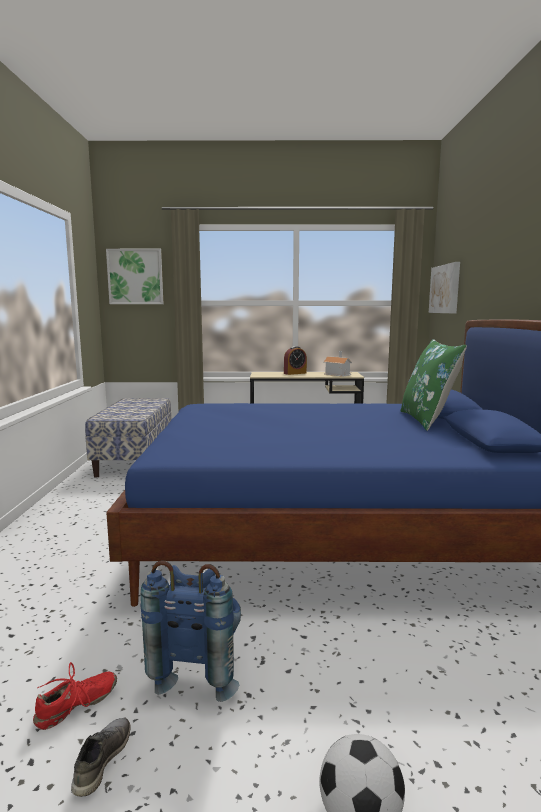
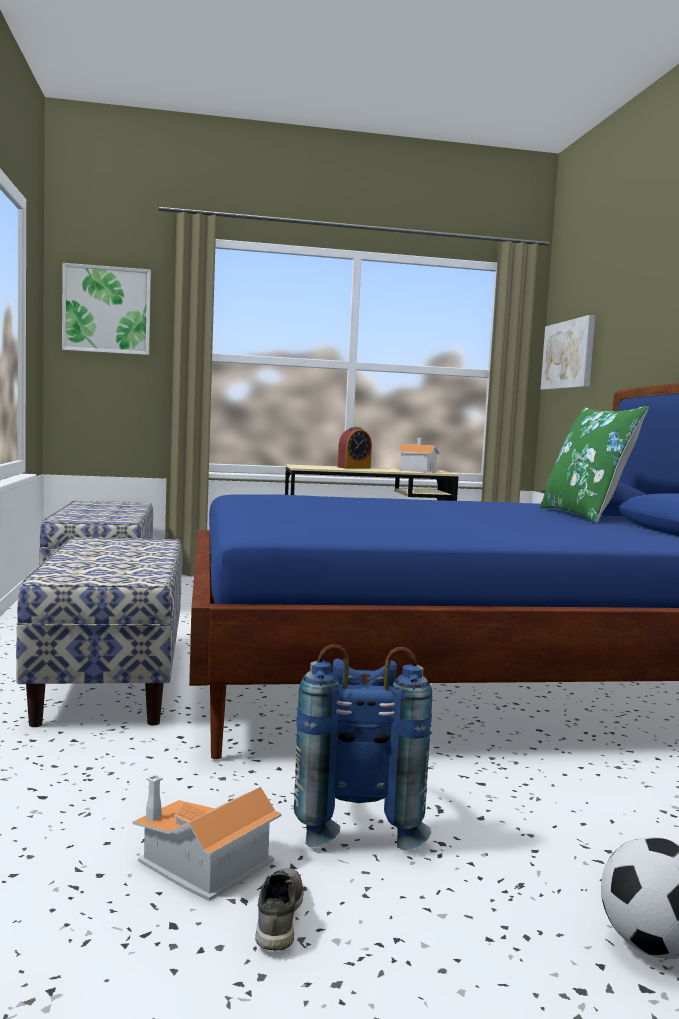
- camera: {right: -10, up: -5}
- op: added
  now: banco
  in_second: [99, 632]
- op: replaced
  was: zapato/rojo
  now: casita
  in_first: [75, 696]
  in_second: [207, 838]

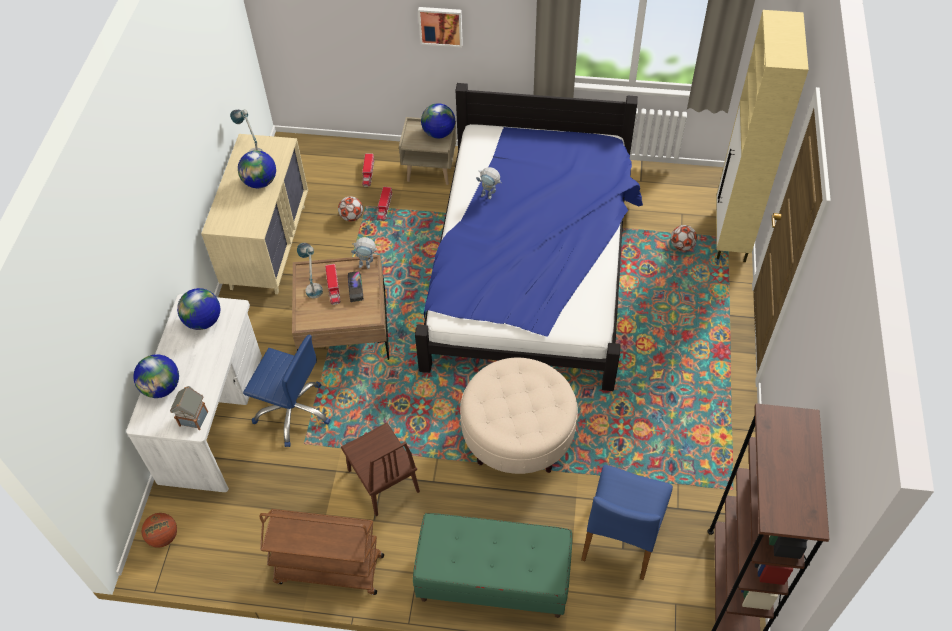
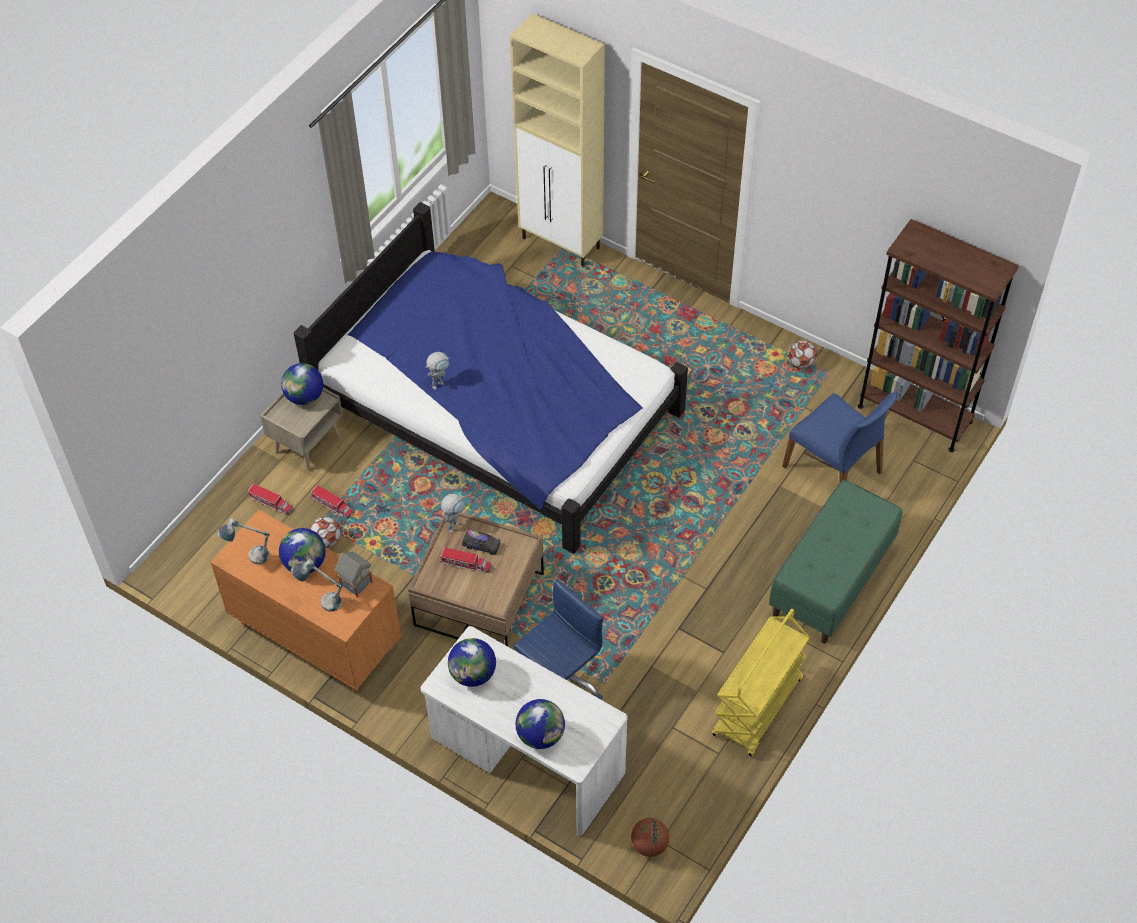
- camera: {right: -65, up: 0}
- op: removed
  was: silla/marrón
  in_first: [380, 469]
- op: removed
  was: cuadro
  in_first: [440, 27]
- op: removed
  was: puf/beis
  in_first: [519, 416]
- op: moved
  was: casita
  in_first: [189, 408]
  in_second: [354, 575]
- op: moved
  was: lámpara de mesa
  in_first: [310, 270]
  in_second: [316, 585]
- op: moved
  was: balón de fútbol
  in_first: [684, 238]
  in_second: [802, 354]
- op: recoloured
  was: cómoda/beis
  now: cómoda/naranja
  in_first: [254, 214]
  in_second: [306, 601]
- op: recoloured
  was: carrito/marrón
  now: carrito/amarillo
  in_first: [321, 552]
  in_second: [761, 683]

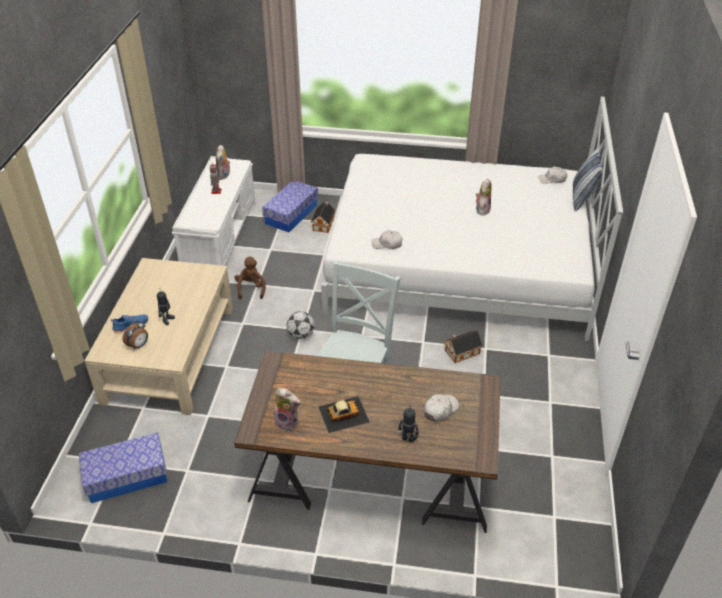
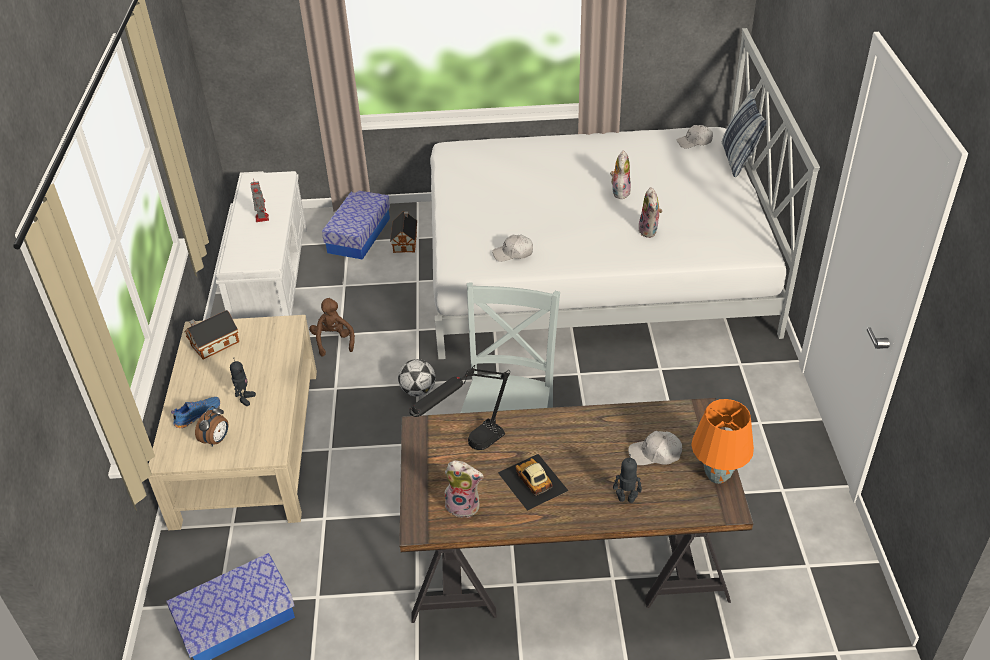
- camera: {right: -10, up: 0}
- op: added
  now: lámpara de mesa/negro
  in_second: [459, 407]
- op: added
  now: lámpara de mesa/naranja
  in_second: [722, 441]
- op: moved
  was: peluche
  in_first: [223, 162]
  in_second: [650, 212]
- op: moved
  was: casita
  in_first: [463, 346]
  in_second: [212, 334]
- op: turned
  was: coche de juguete
  in_first: [343, 415]
  in_second: [533, 482]
  clockwise: -90
- op: turned
  was: gorra/blanco
  in_first: [441, 408]
  in_second: [655, 448]
  clockwise: -120

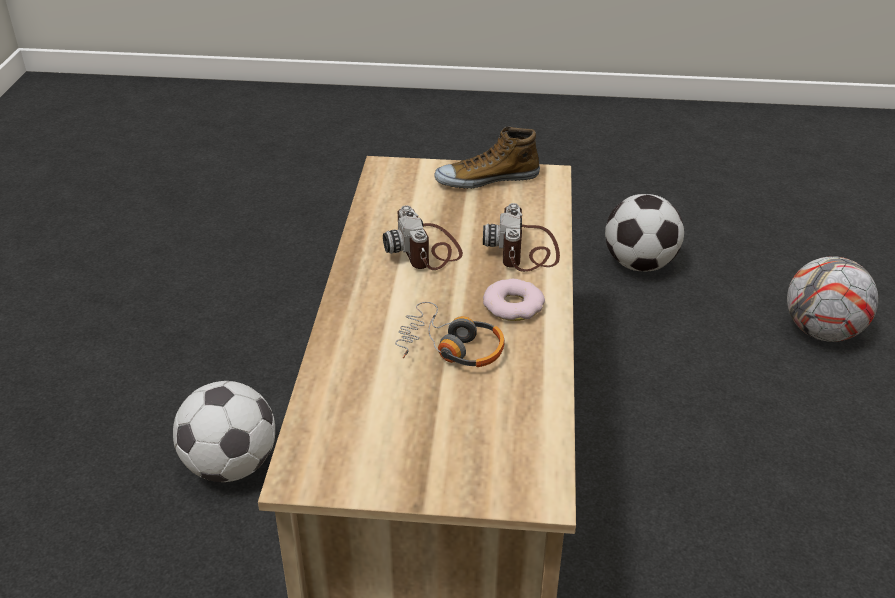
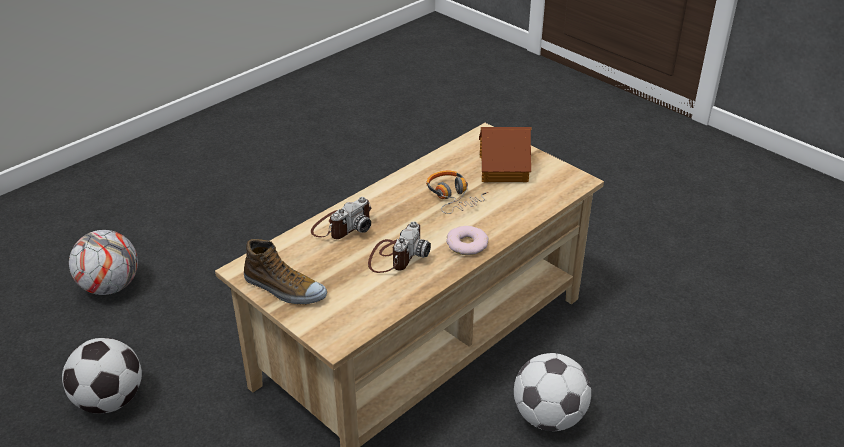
- camera: {right: -140, up: 0}
- op: added
  now: casita
  in_second: [505, 154]
- op: moved
  was: rosquilla
  in_first: [514, 300]
  in_second: [467, 240]

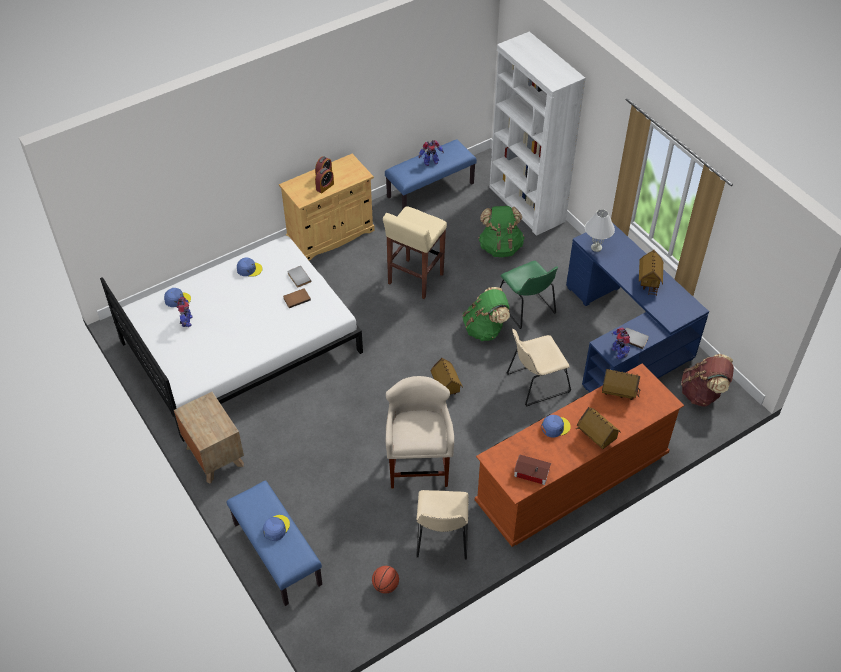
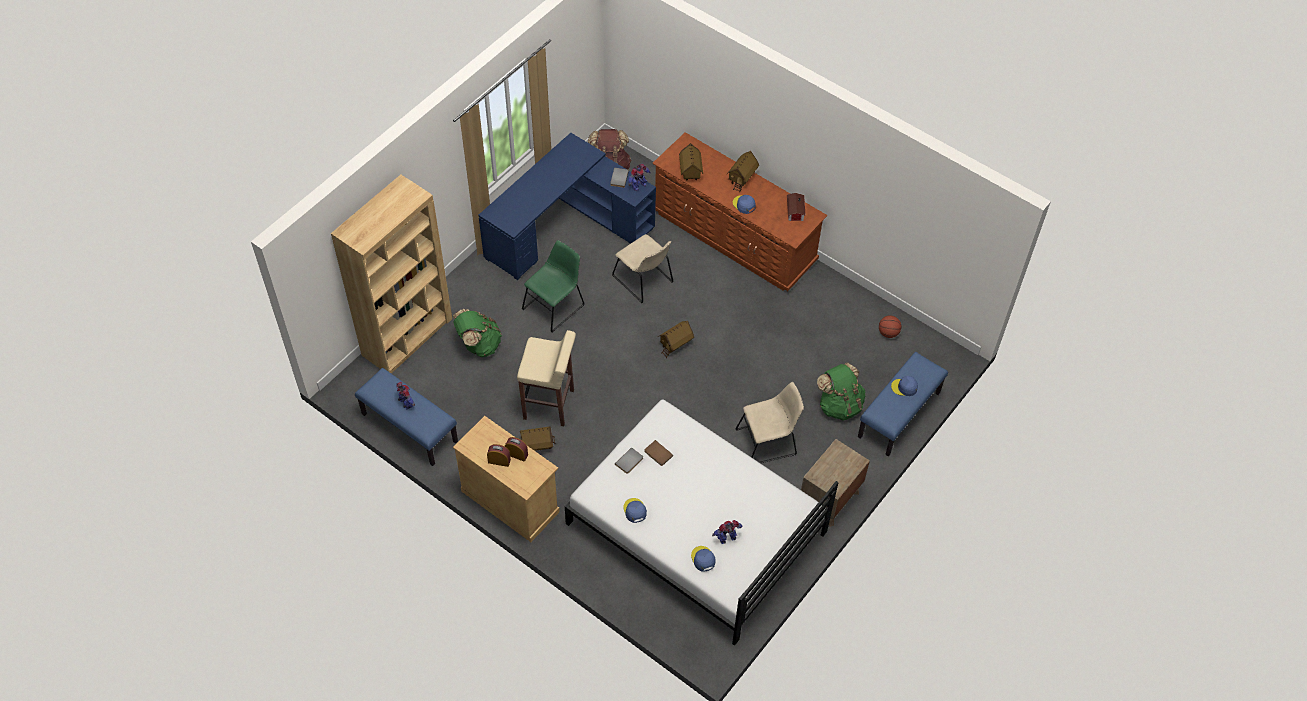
- camera: {right: -110, up: 5}
- op: removed
  was: taburete/beis
  in_first: [420, 432]
- op: removed
  was: lámpara de mesa/blanco
  in_first: [600, 230]
- op: moved
  was: silla/beis
  in_first: [442, 525]
  in_second: [769, 422]
- op: moved
  was: mochila/verde
  in_first: [486, 314]
  in_second: [841, 391]
- op: moved
  was: casita
  in_first: [651, 273]
  in_second: [538, 439]
- op: recoloured
  was: estantería/blanco
  now: estantería/marrón
  in_first: [537, 134]
  in_second: [391, 274]

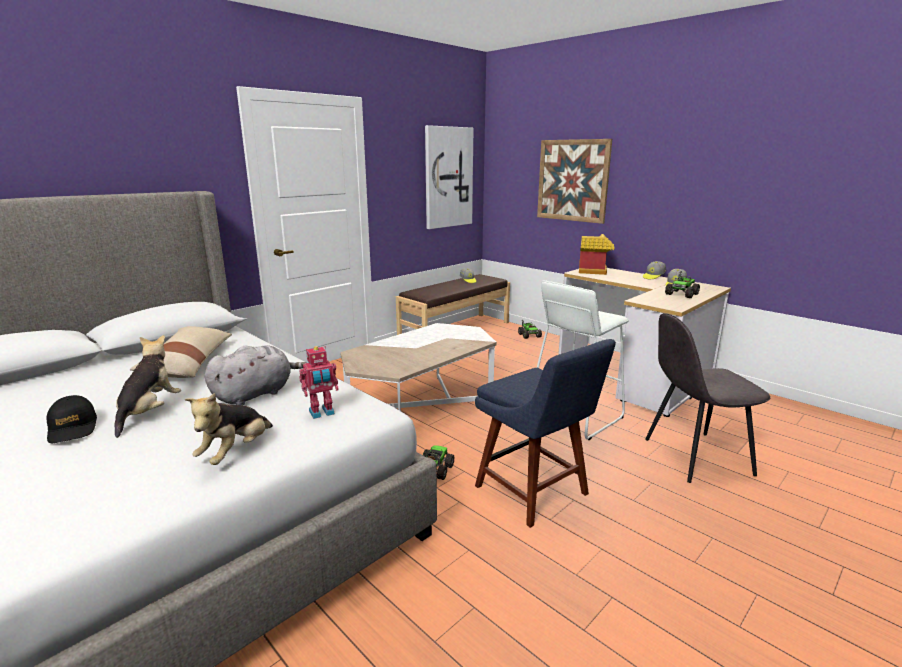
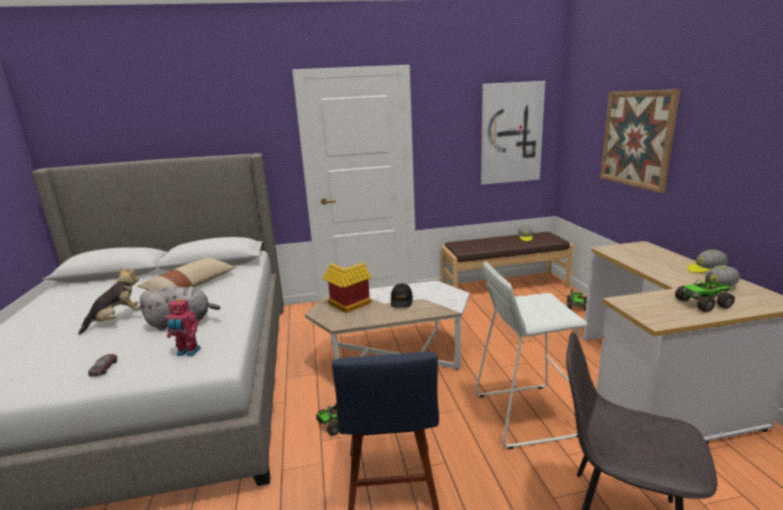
- camera: {right: 35, up: 0}
- op: moved
  was: gorra/negro
  in_first: [71, 419]
  in_second: [402, 295]
- op: moved
  was: casita
  in_first: [597, 254]
  in_second: [347, 287]
- op: replaced
  was: peluche
  now: coche de juguete
  in_first: [229, 429]
  in_second: [102, 365]

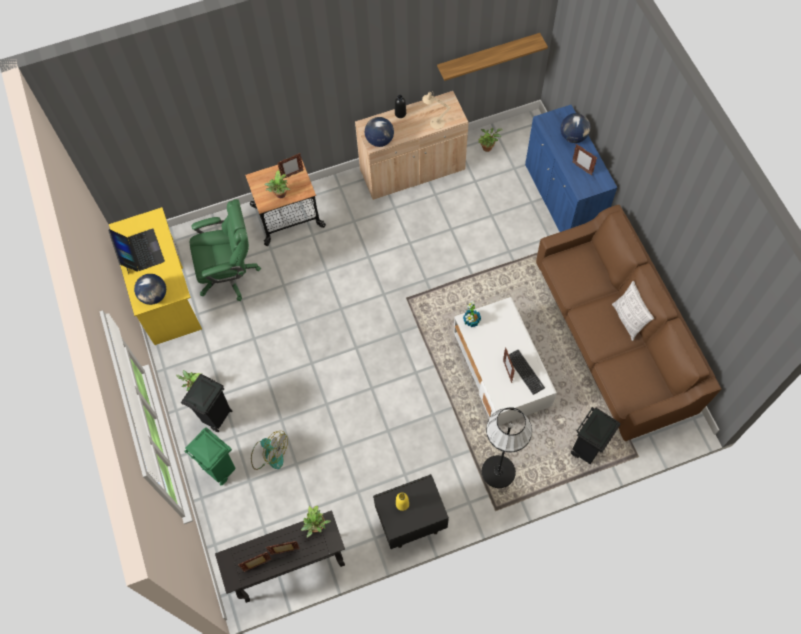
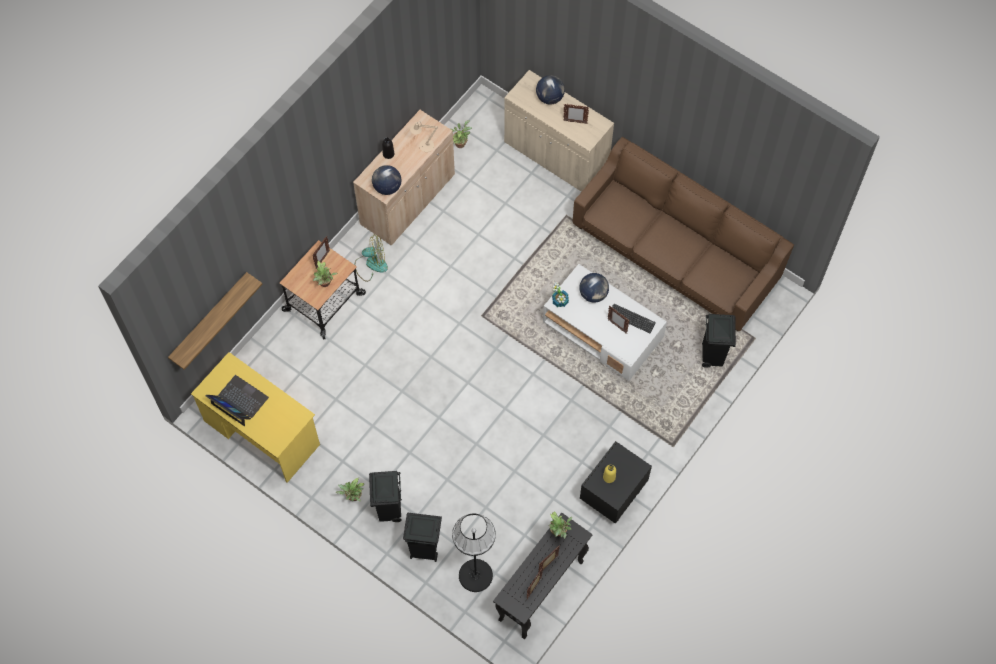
- camera: {right: -35, up: 0}
- op: removed
  was: silla de oficina/verde
  in_first: [225, 250]
- op: removed
  was: cojín
  in_first: [633, 311]
- op: moved
  was: globo terráqueo
  in_first: [150, 289]
  in_second: [594, 288]
- op: moved
  was: ventilador
  in_first: [269, 450]
  in_second: [371, 258]
- op: moved
  was: estante
  in_first: [492, 57]
  in_second: [215, 321]
- op: moved
  was: lámpara de pie/negro
  in_first: [507, 447]
  in_second: [474, 552]
- op: recoloured
  was: papelera/verde
  now: papelera/negro
  in_first: [210, 456]
  in_second: [422, 537]
- op: recoloured
  was: armario/azul
  now: armario/beis
  in_first: [571, 168]
  in_second: [559, 131]

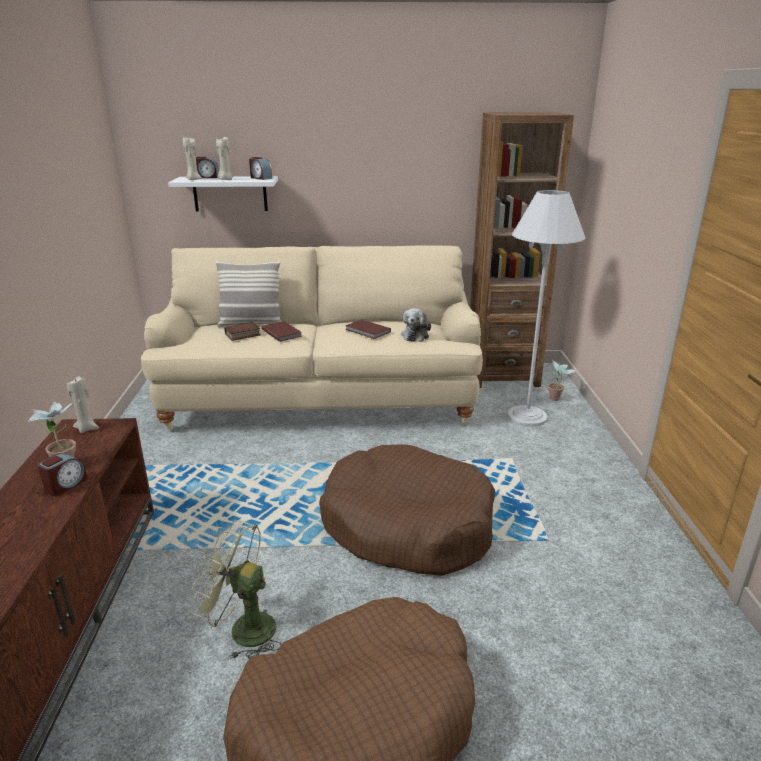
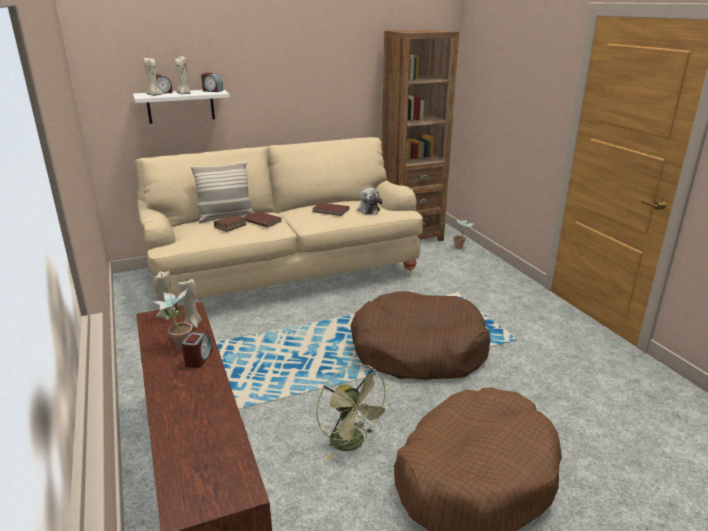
- camera: {right: -20, up: 0}
- op: removed
  was: lámpara de pie/blanco
  in_first: [546, 308]
- op: added
  now: vela/beis
  in_second: [190, 304]
- op: turned
  was: ventilador/verde
  in_first: [236, 589]
  in_second: [354, 412]
  clockwise: -120

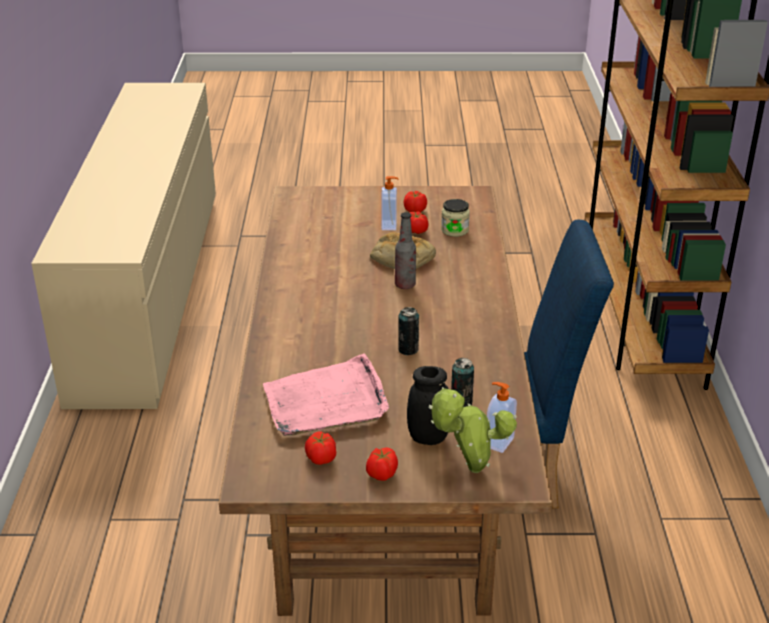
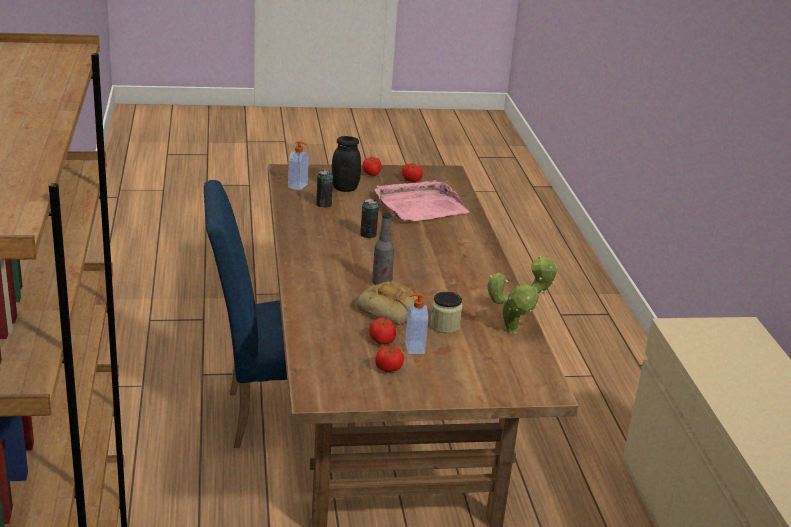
- camera: {right: 170, up: -5}
- op: moved
  was: planta en maceta
  in_first: [472, 430]
  in_second: [522, 294]
- op: moved
  was: tarro
  in_first: [455, 218]
  in_second: [446, 312]

